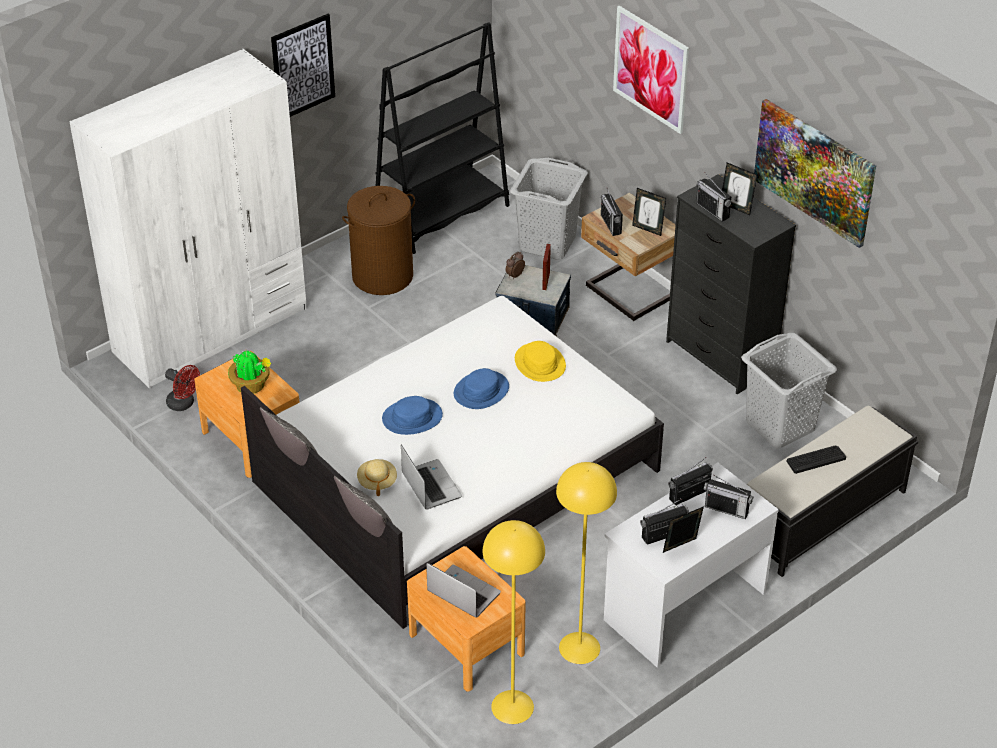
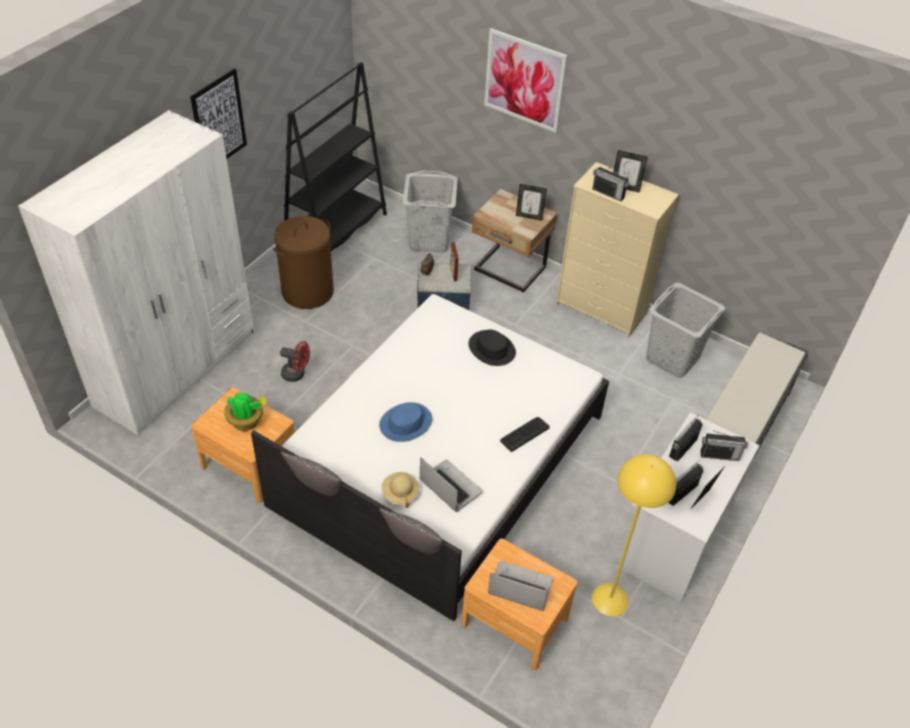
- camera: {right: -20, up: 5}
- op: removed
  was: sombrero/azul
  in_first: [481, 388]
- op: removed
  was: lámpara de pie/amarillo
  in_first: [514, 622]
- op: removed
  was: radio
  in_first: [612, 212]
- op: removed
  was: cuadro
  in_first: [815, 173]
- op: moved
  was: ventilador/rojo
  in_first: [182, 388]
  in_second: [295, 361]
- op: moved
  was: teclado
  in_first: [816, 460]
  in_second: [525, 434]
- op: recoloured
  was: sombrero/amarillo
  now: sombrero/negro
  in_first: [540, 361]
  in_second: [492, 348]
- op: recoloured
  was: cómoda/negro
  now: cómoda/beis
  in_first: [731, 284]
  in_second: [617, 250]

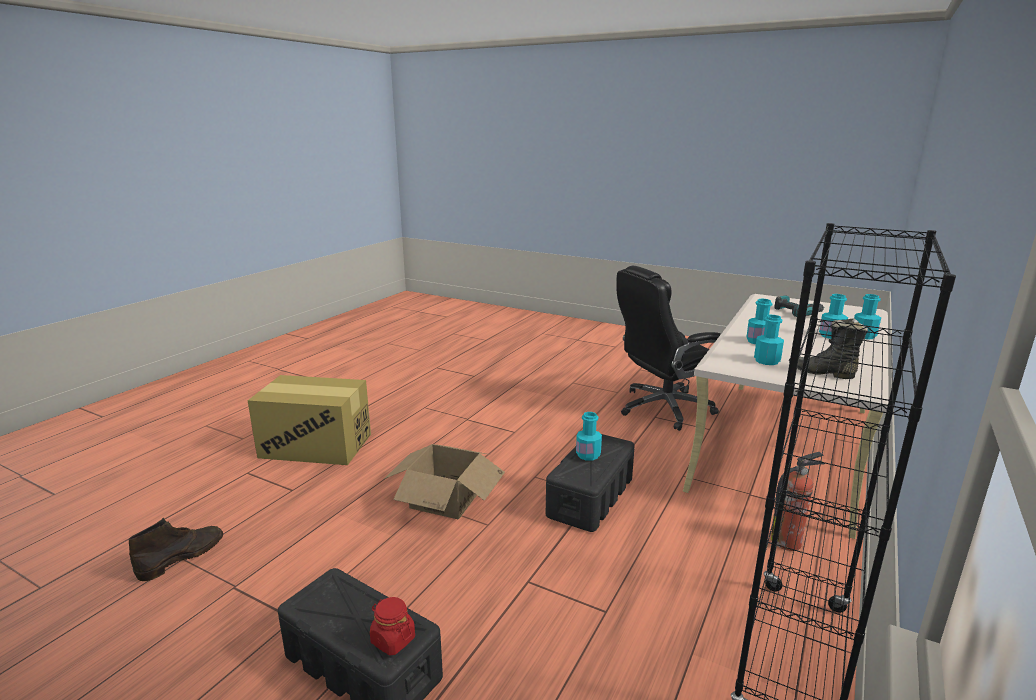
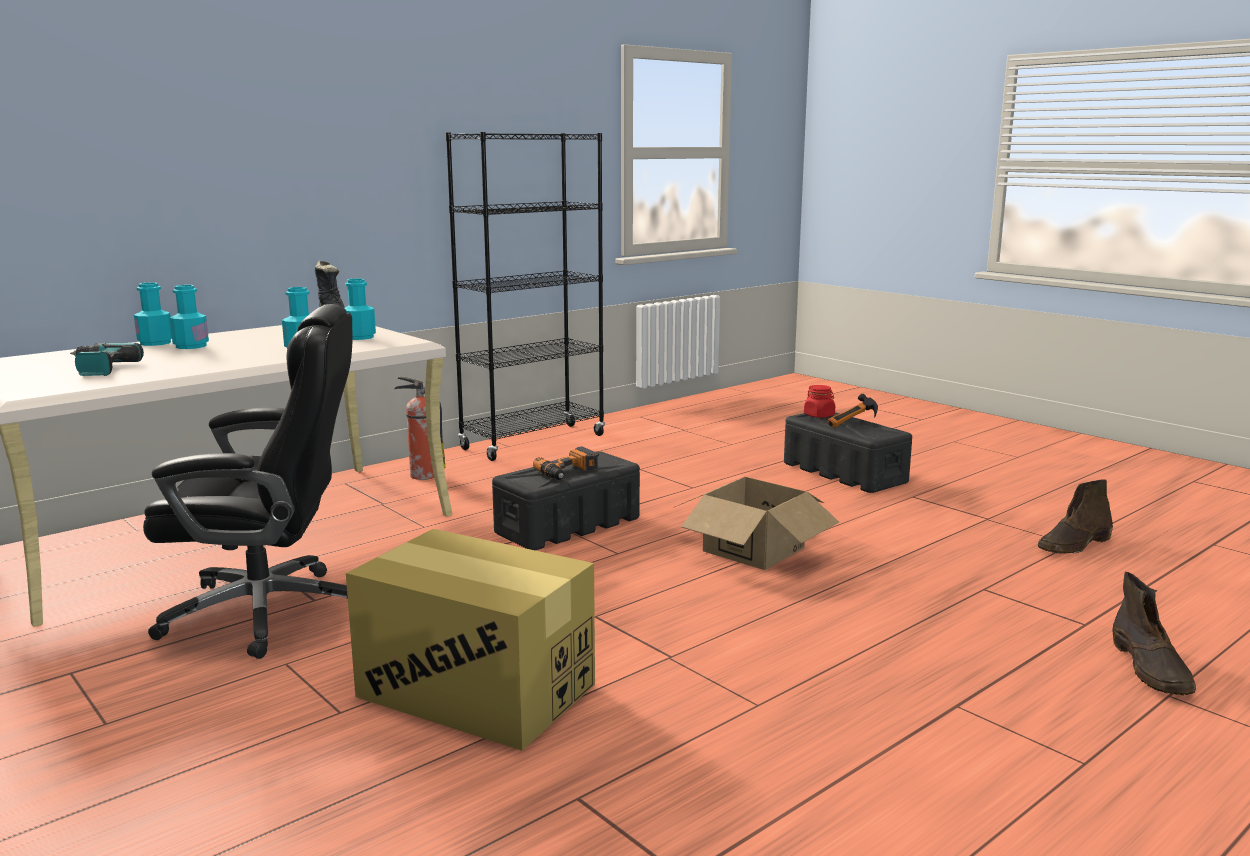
- camera: {right: -160, up: -5}
- op: added
  now: martillo
  in_second: [852, 411]
- op: added
  now: bota/marrón
  in_second: [1154, 633]
- op: moved
  was: caja de cartón
  in_first: [309, 420]
  in_second: [470, 640]
- op: replaced
  was: botella/turquesa
  now: taladro
  in_first: [589, 436]
  in_second: [565, 463]

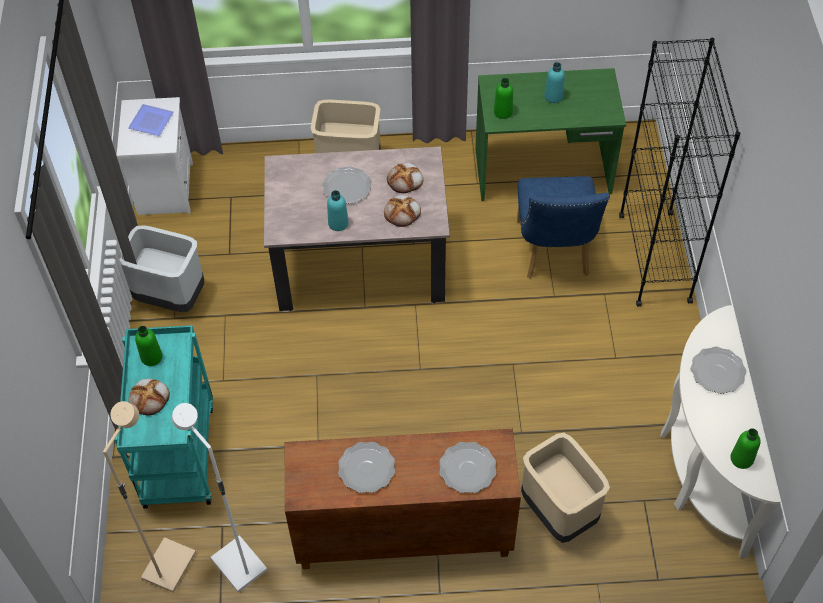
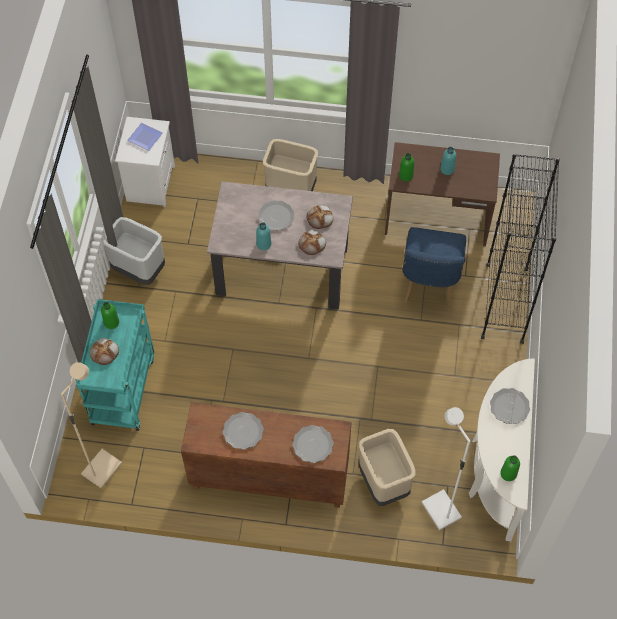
- camera: {right: 10, up: 5}
- op: moved
  was: lámpara de pie/blanco
  in_first: [219, 497]
  in_second: [446, 468]
- op: recoloured
  was: escritorio/verde
  now: escritorio/marrón
  in_first: [550, 134]
  in_second: [442, 194]

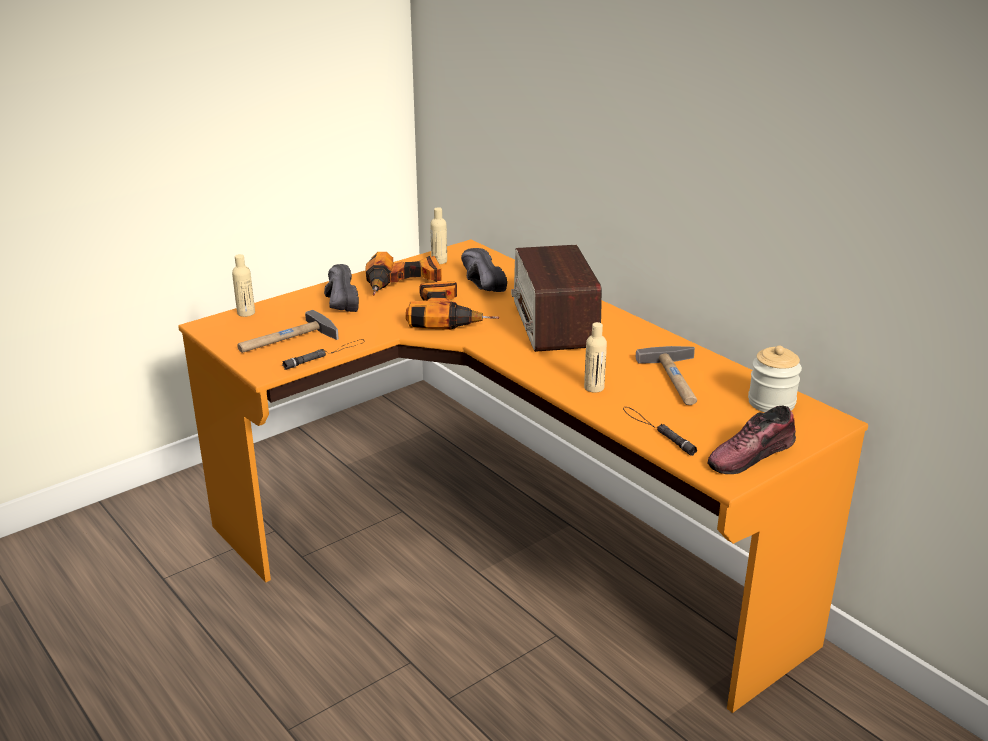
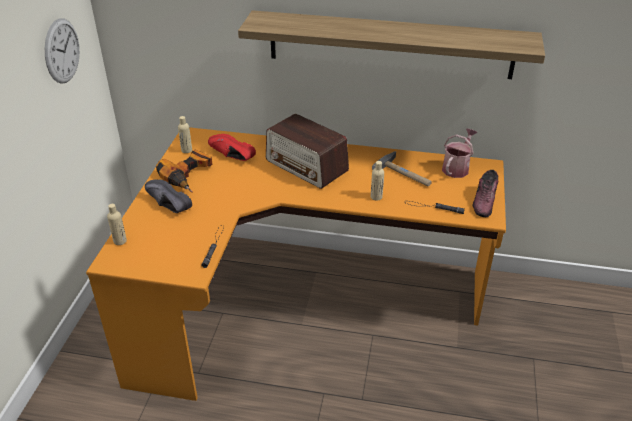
- camera: {right: -40, up: 10}
- op: removed
  was: martillo
  in_first: [288, 331]
- op: removed
  was: taladro
  in_first: [452, 306]
- op: added
  now: reloj de pared
  in_second: [62, 51]
- op: added
  now: estante
  in_second: [391, 44]
- op: replaced
  was: tarro
  now: regadera
  in_first: [775, 379]
  in_second: [460, 153]
- op: recoloured
  was: zapato/negro
  now: zapato/rojo
  in_first: [484, 270]
  in_second: [232, 147]

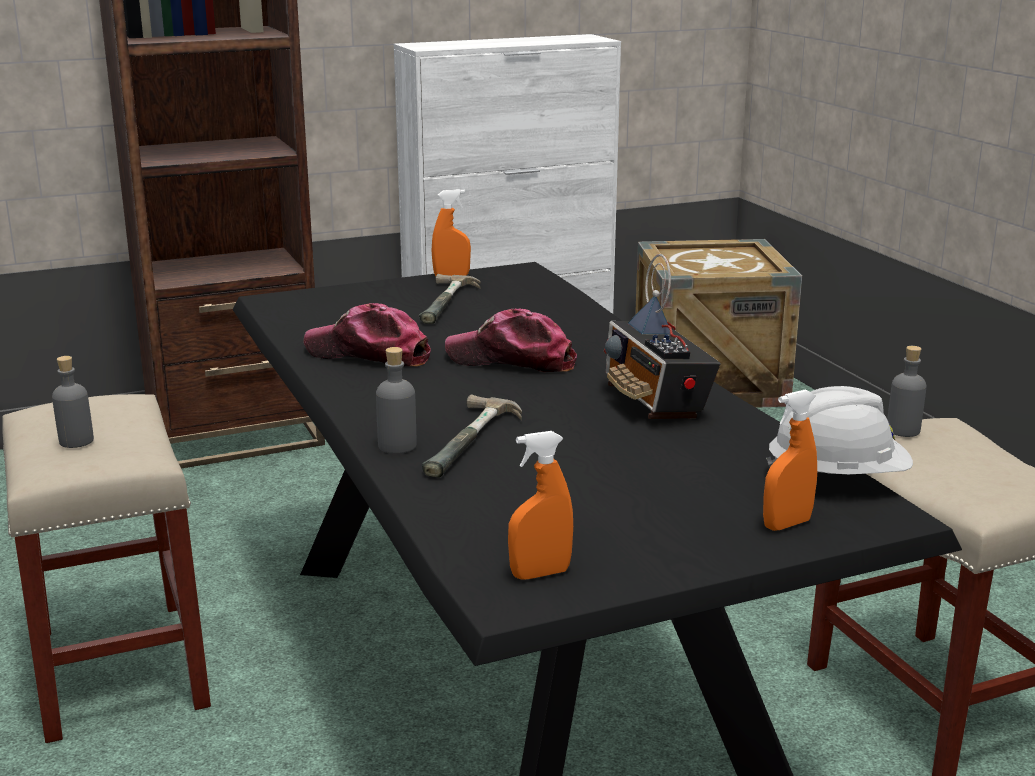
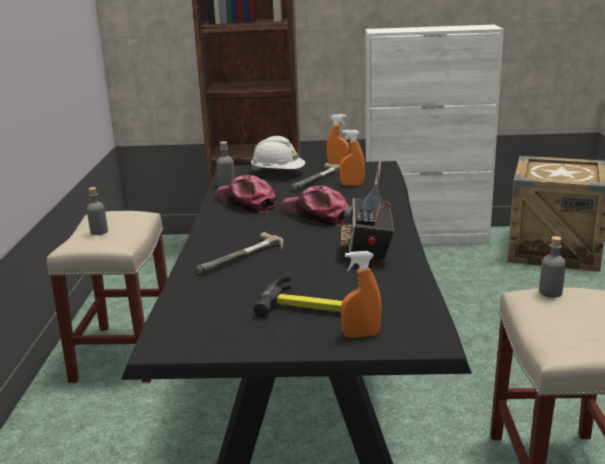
- camera: {right: 25, up: 0}
- op: added
  now: martillo
  in_second: [297, 297]
- op: moved
  was: botella/gris
  in_first: [396, 400]
  in_second: [225, 164]
- op: moved
  was: pulverizador/naranja
  in_first: [540, 505]
  in_second: [352, 158]
- op: moved
  was: casco/blanco
  in_first: [839, 430]
  in_second: [278, 153]

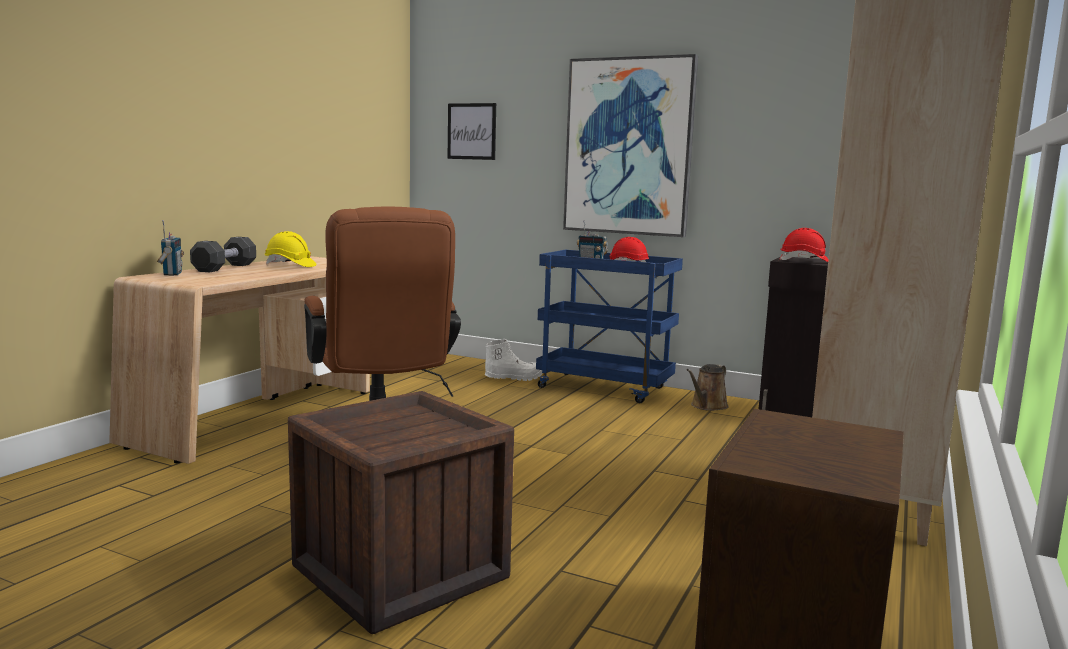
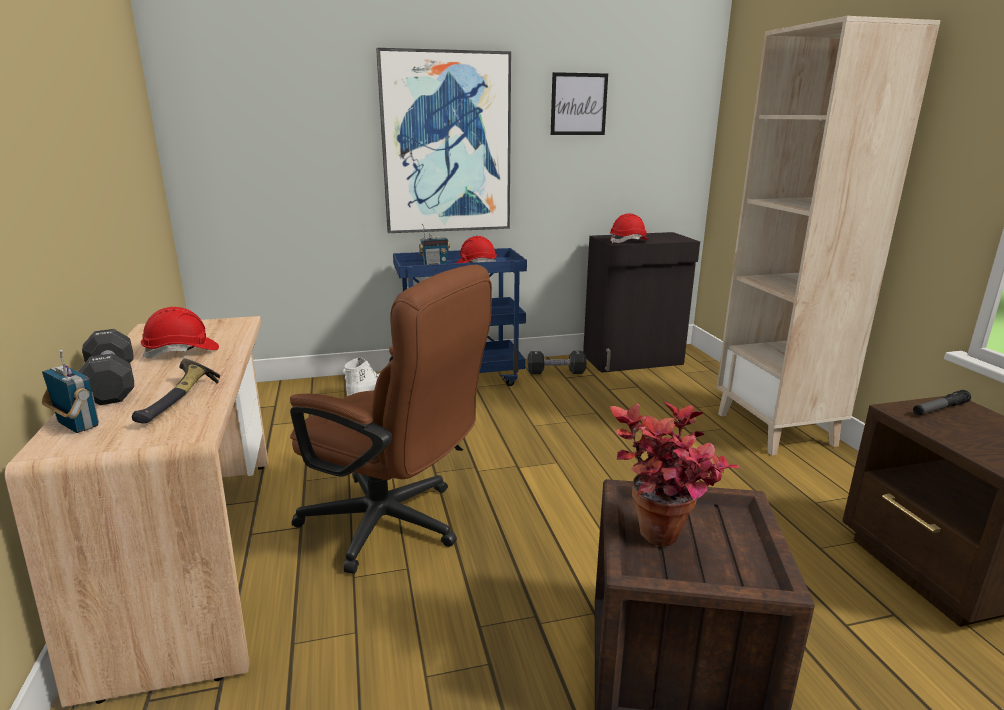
- camera: {right: -40, up: 10}
- op: added
  now: martillo
  in_second: [176, 390]
- op: added
  now: planta en maceta
  in_second: [675, 473]
- op: added
  now: linterna
  in_second: [942, 402]
- op: moved
  was: cuadro
  in_first: [472, 131]
  in_second: [579, 103]
- op: replaced
  was: regadera/marrón
  now: mancuerna/negro
  in_first: [707, 387]
  in_second: [556, 362]
- op: recoloured
  was: casco/amarillo
  now: casco/rojo
  in_first: [290, 249]
  in_second: [180, 332]

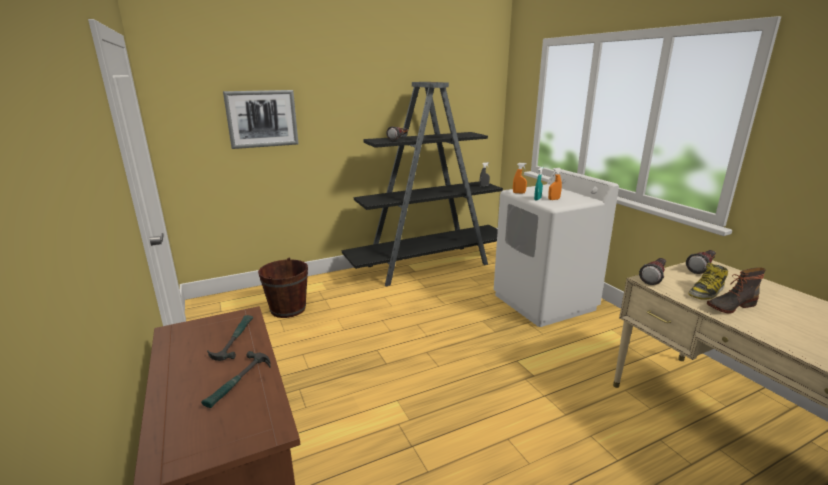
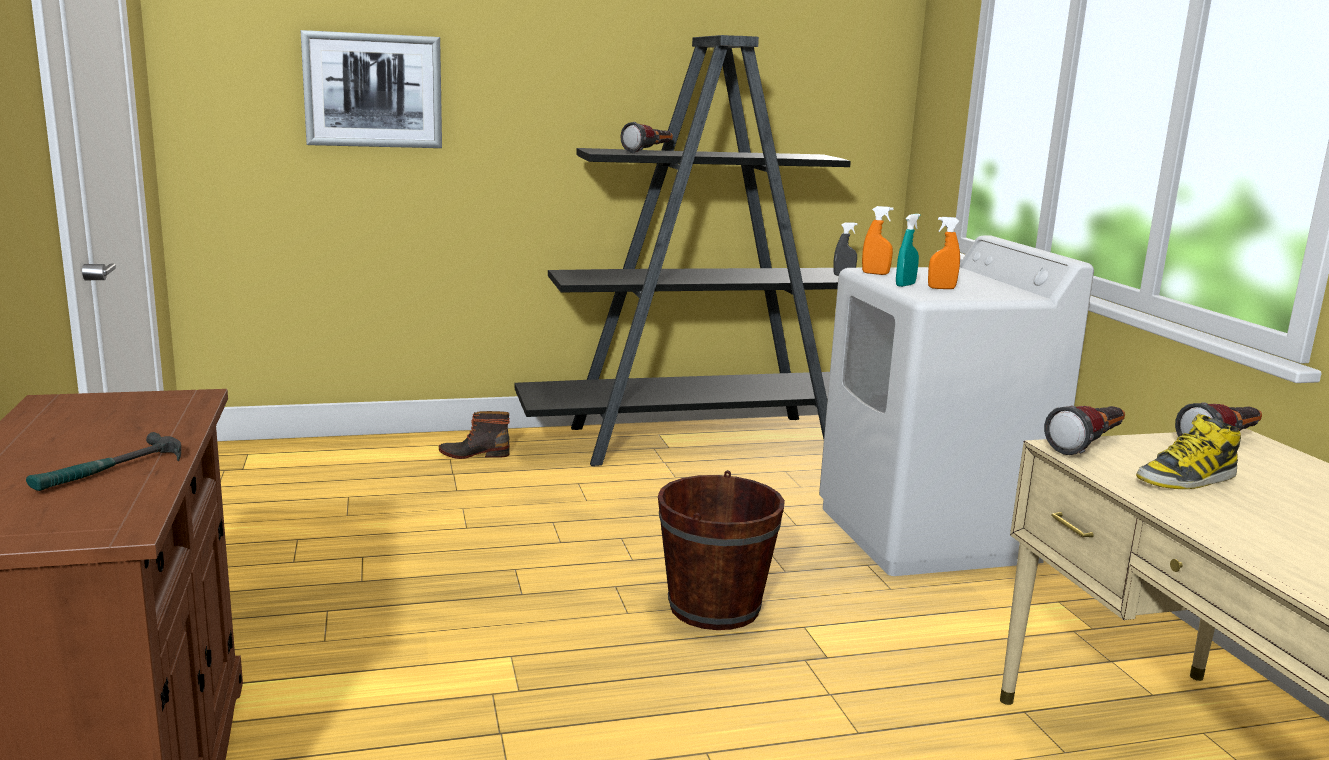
- camera: {right: 10, up: -5}
- op: removed
  was: martillo
  in_first: [230, 338]
- op: moved
  was: cubo/marrón
  in_first: [283, 288]
  in_second: [721, 550]
- op: moved
  was: bota
  in_first: [736, 290]
  in_second: [474, 435]

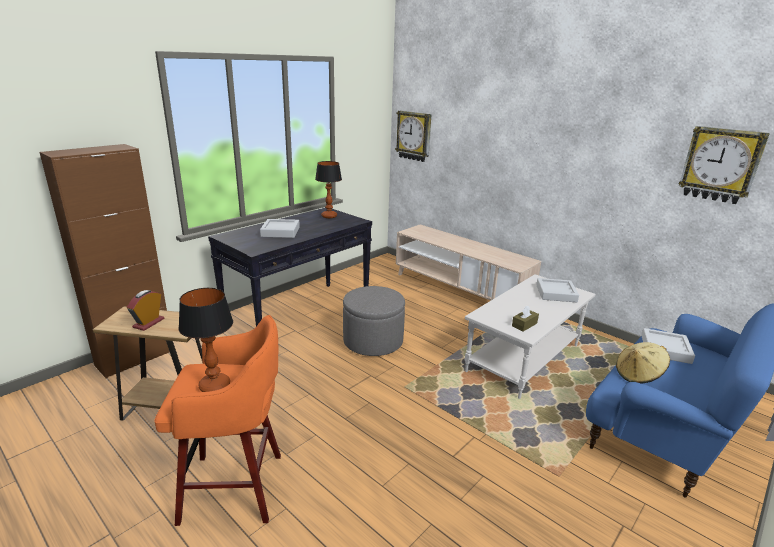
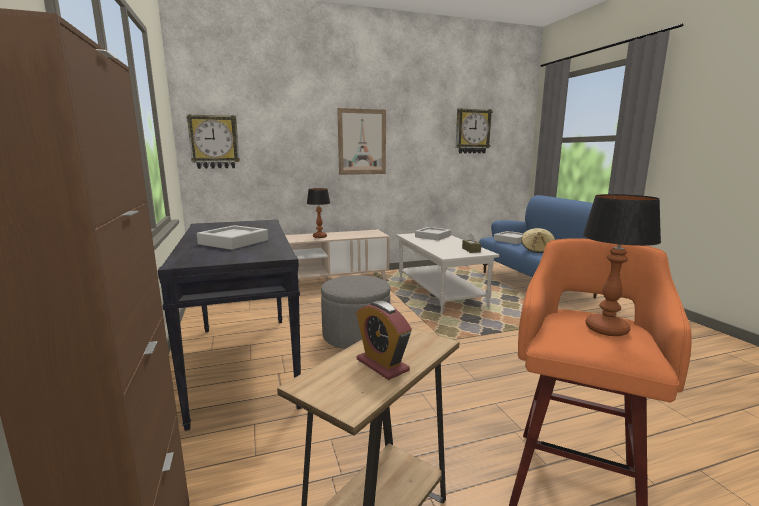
- camera: {right: -60, up: -10}
- op: added
  now: cuadro
  in_second: [361, 141]
- op: moved
  was: lámpara de mesa
  in_first: [328, 189]
  in_second: [318, 213]

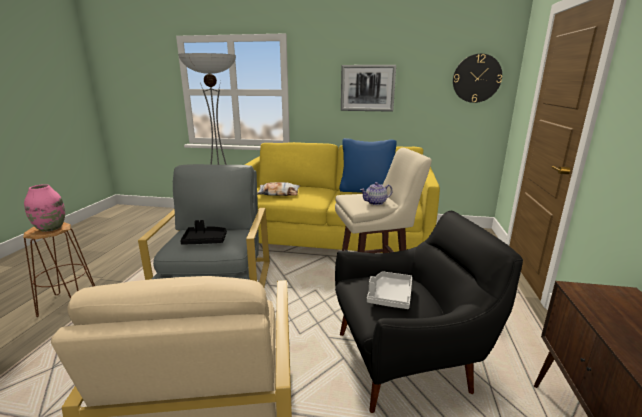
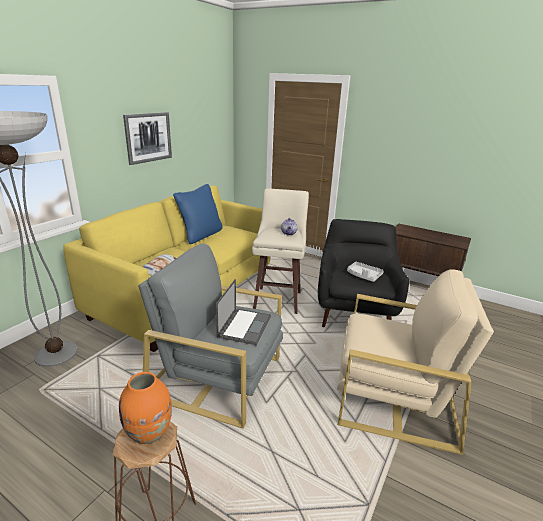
- camera: {right: -70, up: 5}
- op: removed
  was: reloj de pared
  in_first: [477, 78]
- op: replaced
  was: bandeja/negro
  now: portátil
  in_first: [204, 232]
  in_second: [243, 312]
- op: recoloured
  was: florero/rosa
  now: florero/naranja
  in_first: [44, 208]
  in_second: [145, 408]

